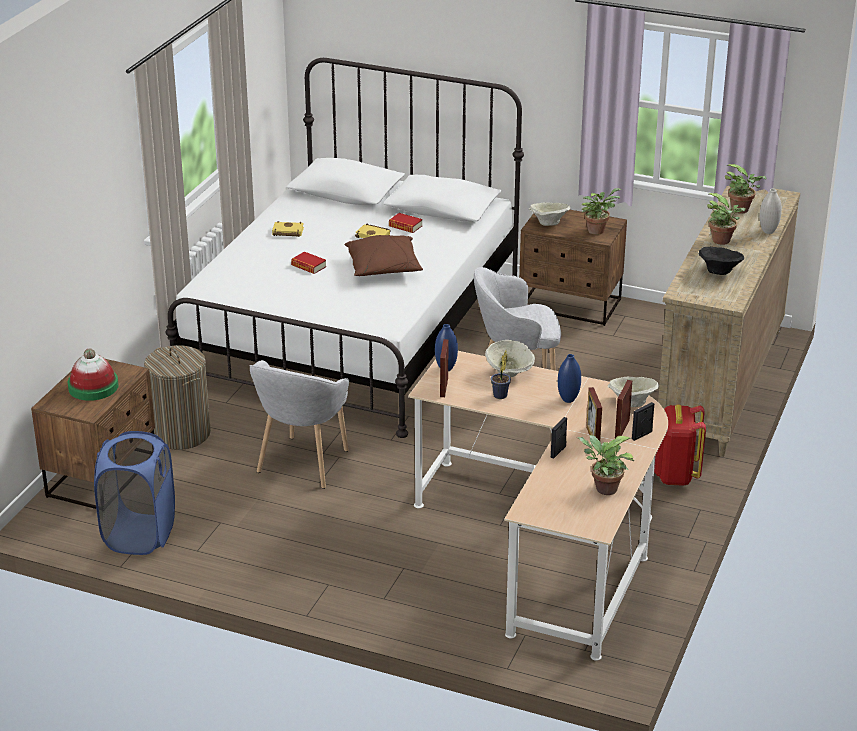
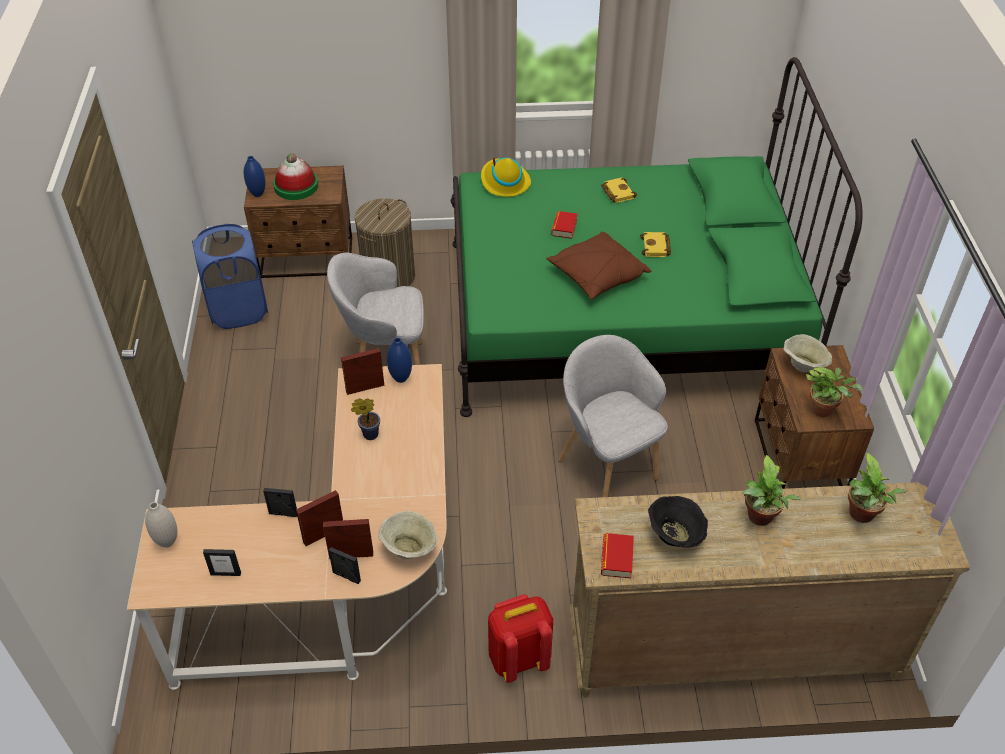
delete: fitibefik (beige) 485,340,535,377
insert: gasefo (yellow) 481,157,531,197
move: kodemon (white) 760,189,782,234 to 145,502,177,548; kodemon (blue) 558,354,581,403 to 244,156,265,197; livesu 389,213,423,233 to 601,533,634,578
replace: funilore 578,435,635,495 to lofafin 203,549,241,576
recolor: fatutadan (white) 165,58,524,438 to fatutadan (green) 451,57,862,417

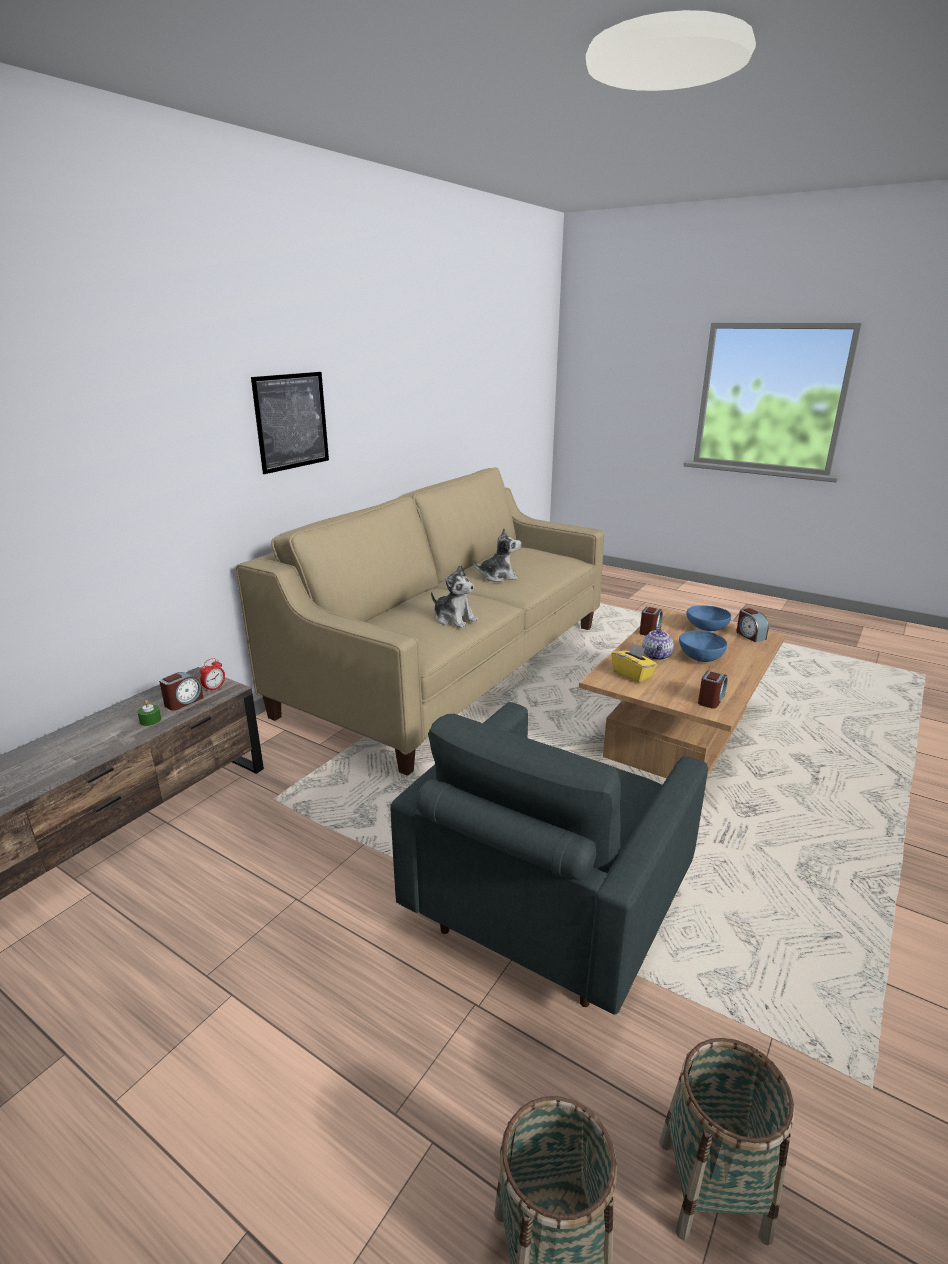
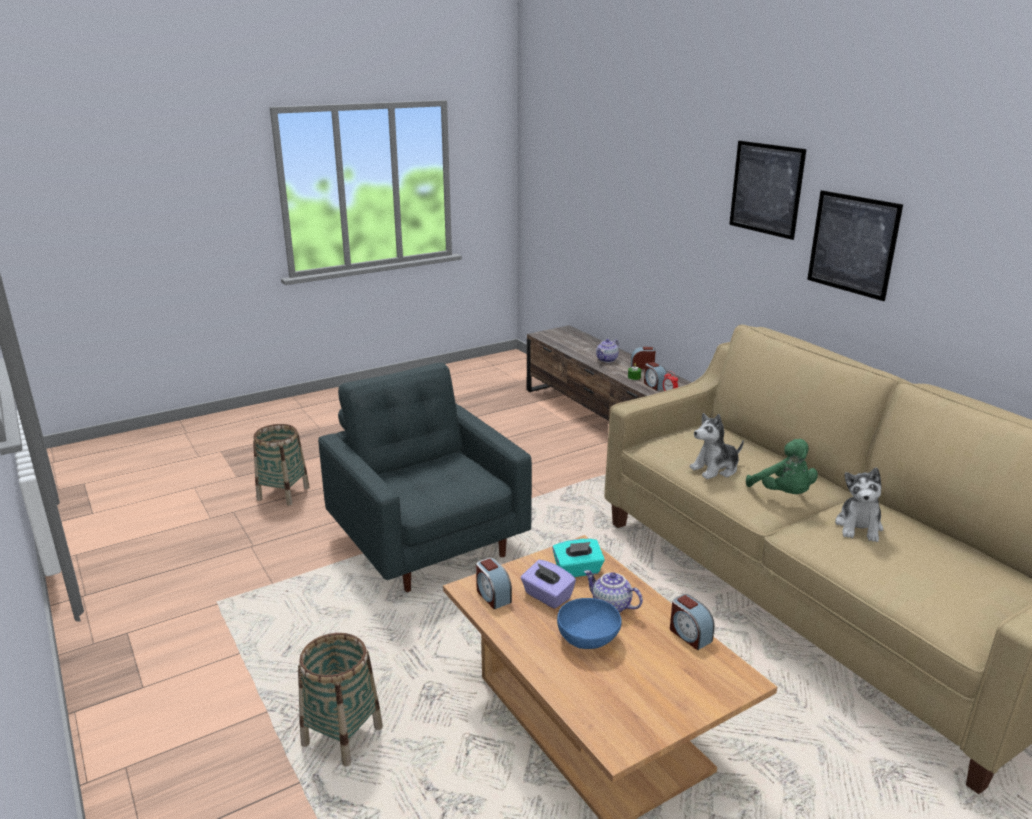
delete: fitibefik (blue) 686,605,731,631
insert: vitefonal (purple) 521,560,576,609; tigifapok 596,339,619,363; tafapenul 729,141,806,240; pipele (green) 746,439,818,494
move: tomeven 659,1038,794,1246 to 298,633,383,766; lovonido 736,608,769,642 to 631,347,656,369
recolor: vitefonal (yellow) 611,643,657,683 to vitefonal (turquoise) 552,539,605,577

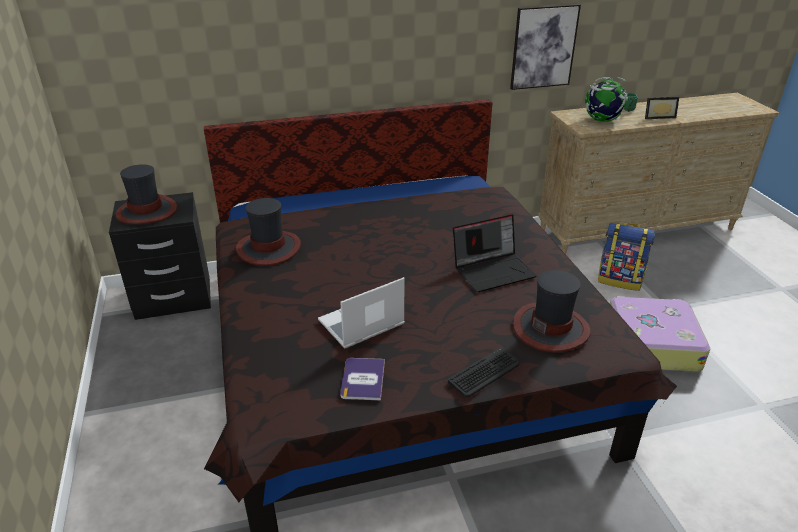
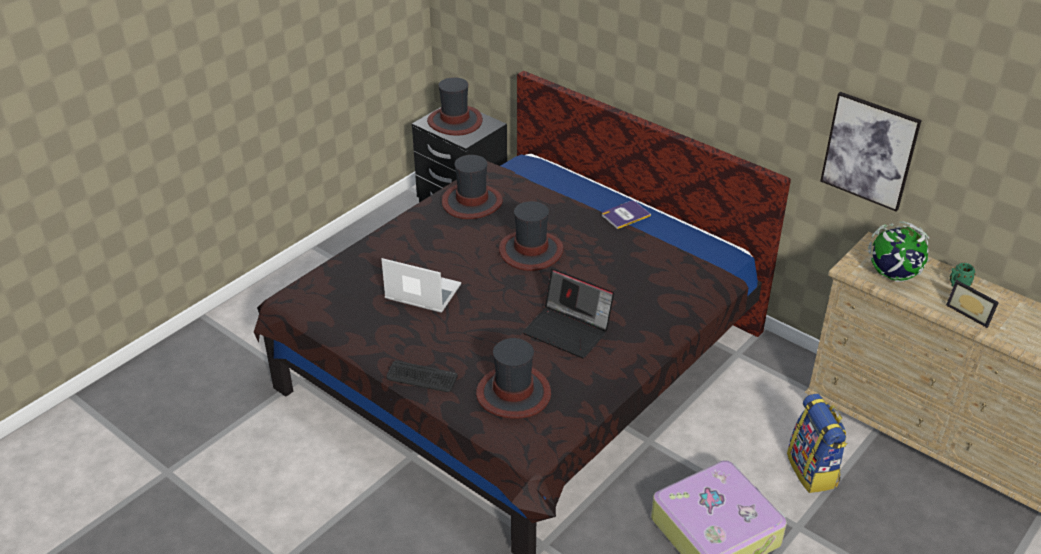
insert: gasefo 499,201,564,271
move: livesu 340,358,385,401 to 602,201,651,229

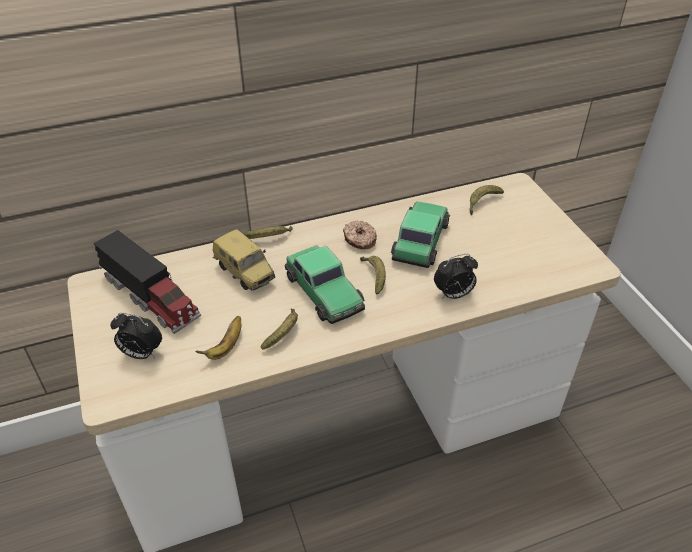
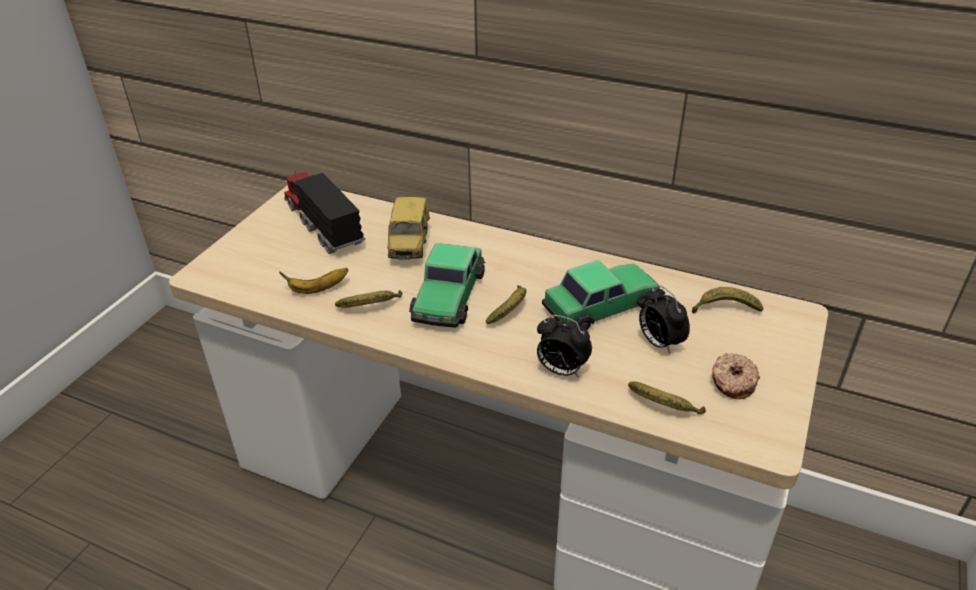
move: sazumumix 243,225,293,239 to 628,382,706,414; lovonido 110,313,162,359 to 639,285,690,354; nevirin 343,221,377,249 to 712,353,760,399
rotate: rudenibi 93,230,201,334 = 284,170,365,254 150 degrees clockwise

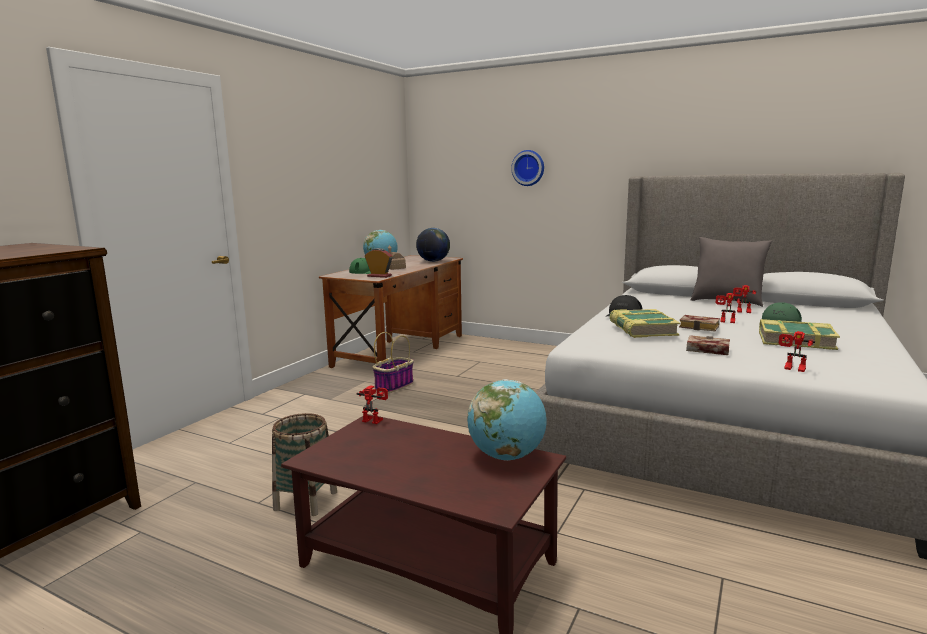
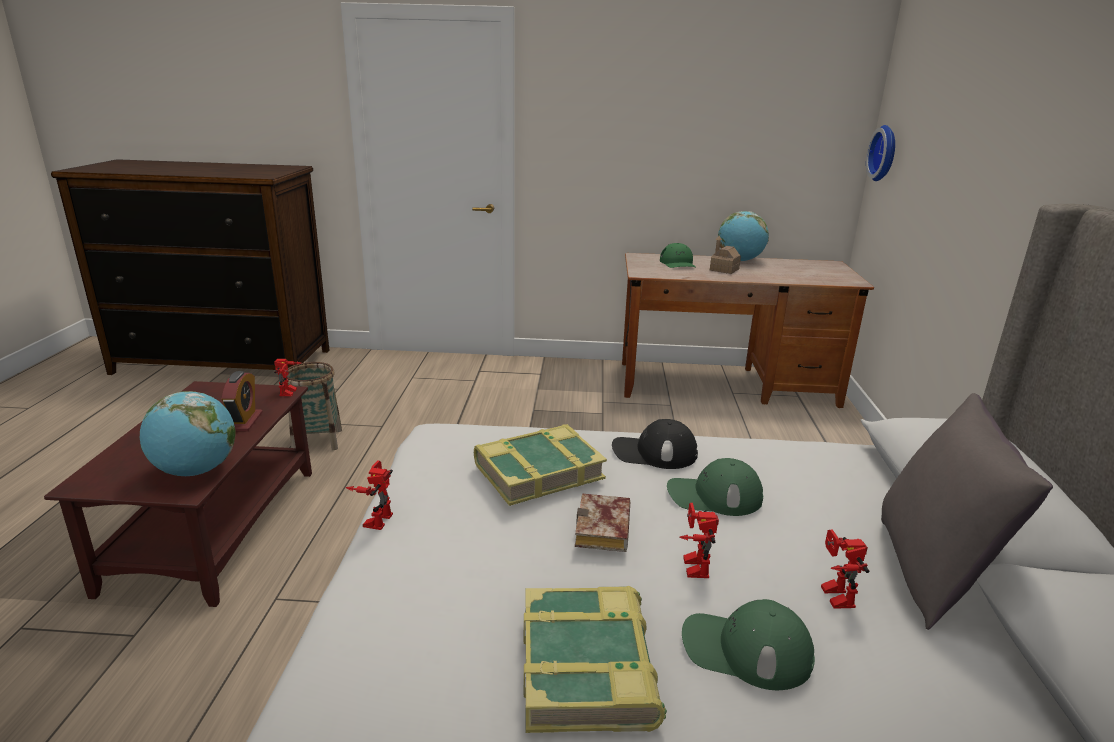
delete: tomeven 373,332,414,393; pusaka 416,228,450,262; livesu 686,335,730,355
insert: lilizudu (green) 667,458,763,516
move: lovonido 365,248,392,278 to 221,371,263,431; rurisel 778,331,815,372 to 346,461,393,530; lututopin 511,150,544,186 to 866,125,895,181

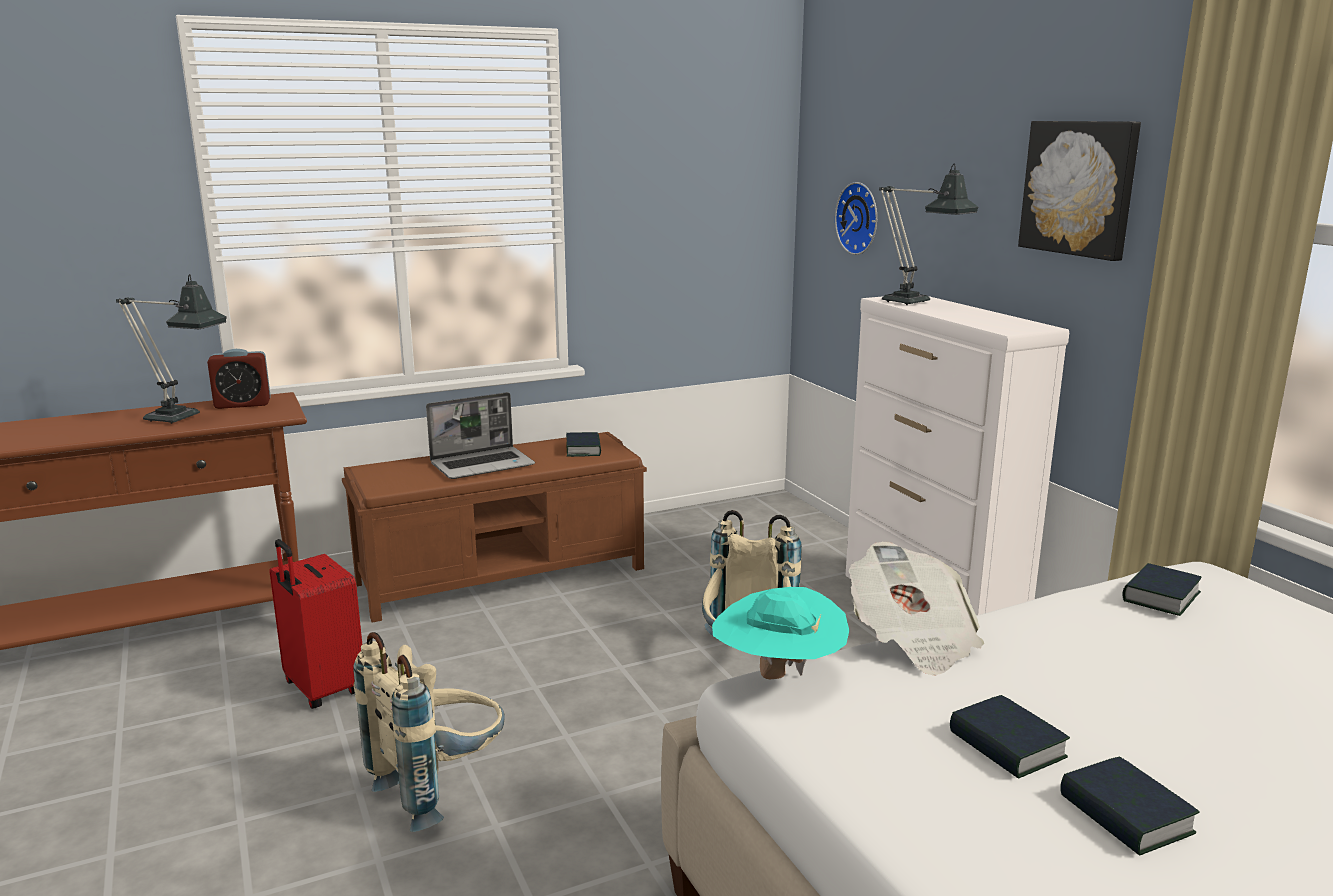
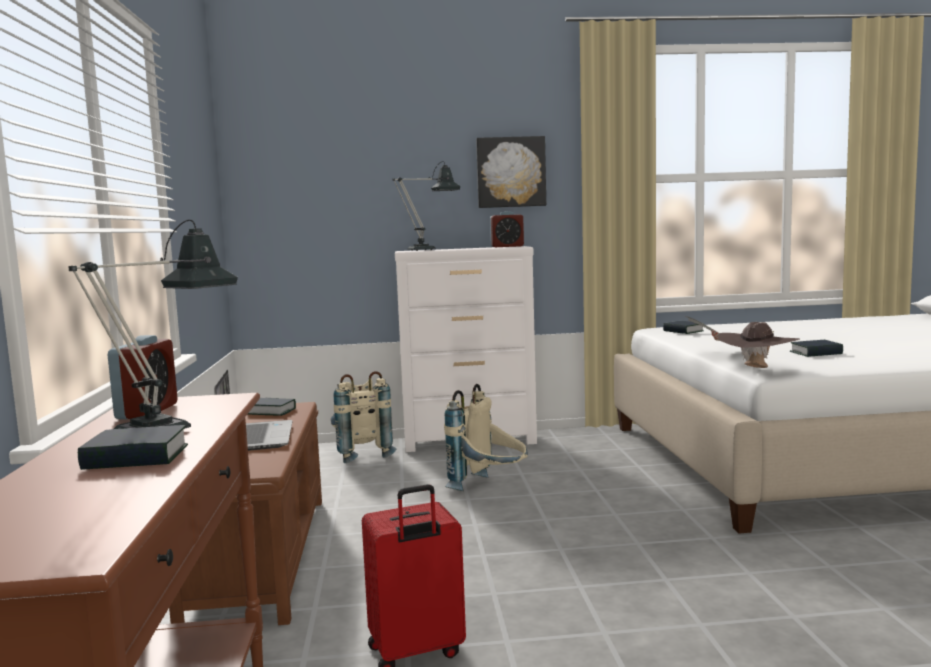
delete: lututopin 835,182,877,255
insert: lovonido 490,211,524,247
move: livesu 1060,756,1200,856 to 78,425,188,470; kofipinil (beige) 353,632,505,832 to 331,371,396,463
recolor: gasefo (turquoise) 712,587,849,679 to gasefo (brown) 718,322,800,368

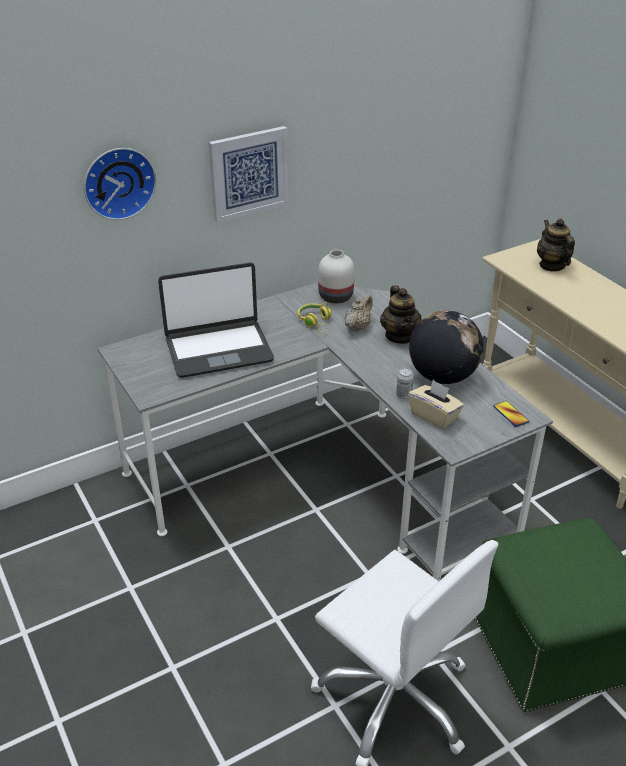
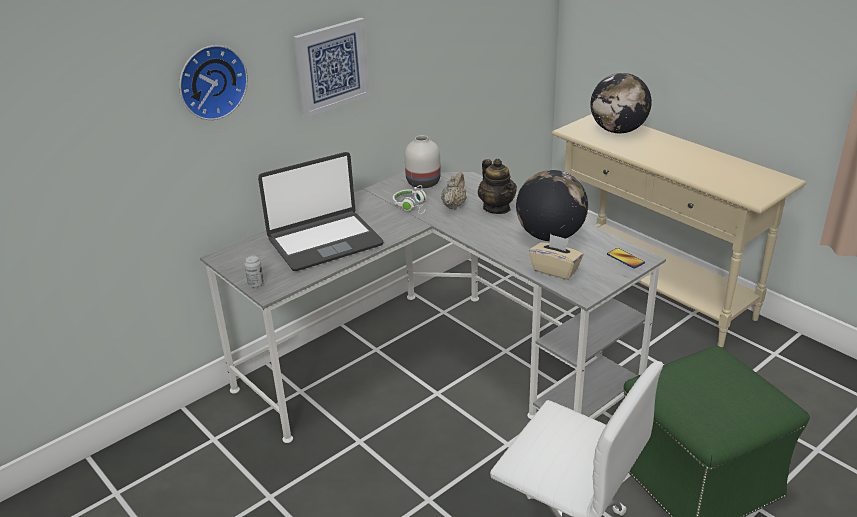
move: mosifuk 396,368,414,399 to 244,256,264,288
replace: tigifapok 537,218,575,271 to pusaka 591,73,652,133
recolor: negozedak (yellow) 298,302,332,333 to negozedak (white) 393,185,427,214

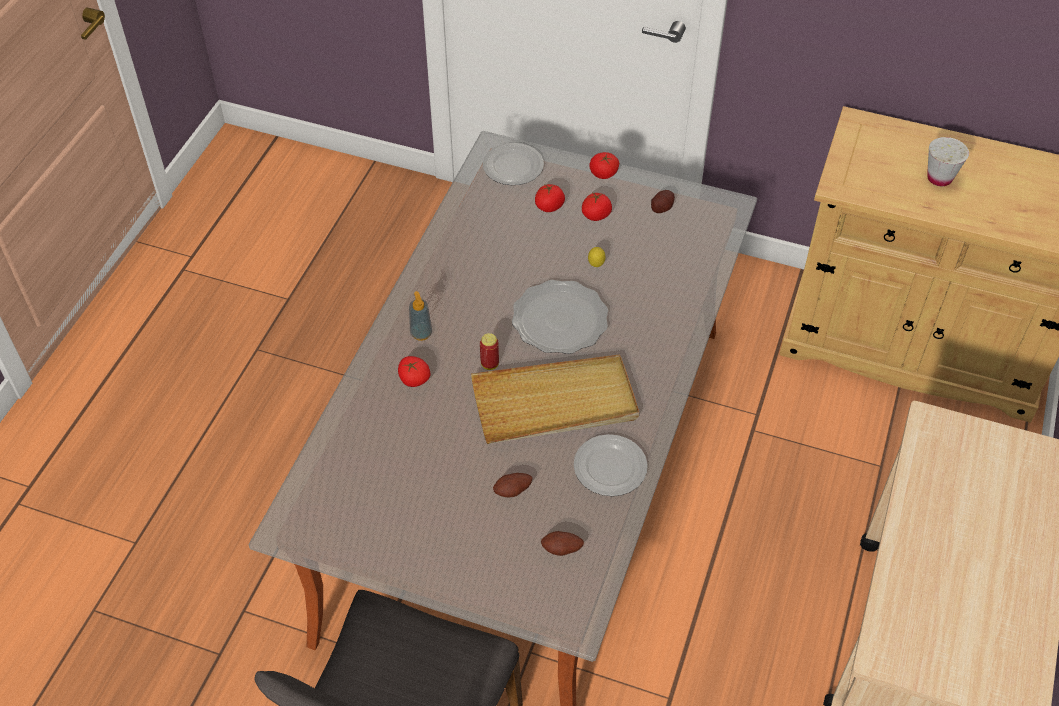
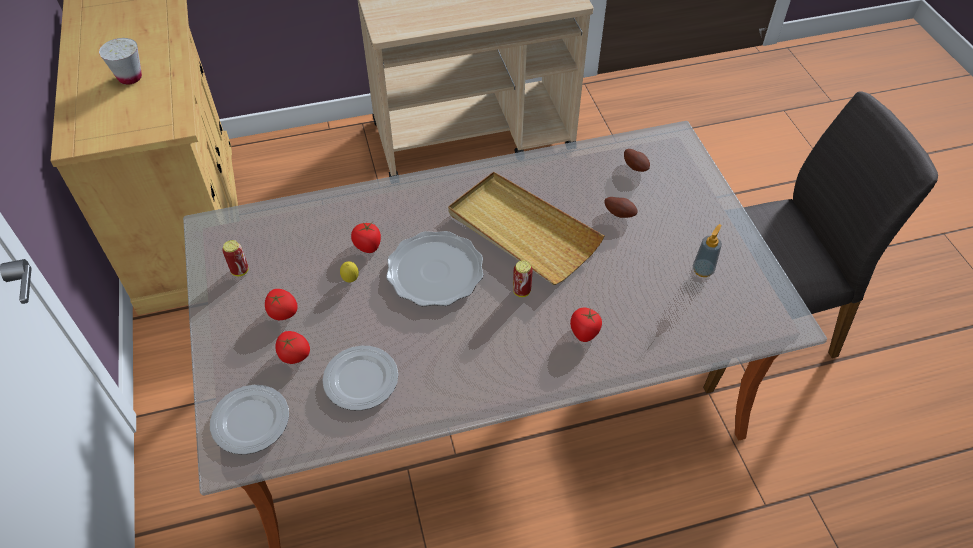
move: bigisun 574,434,648,496 to 322,346,398,411; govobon 589,152,619,179 to 351,222,381,253; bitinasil 409,291,432,341 to 693,224,722,277
replace: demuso 651,190,675,213 to mosifuk 222,240,249,276

